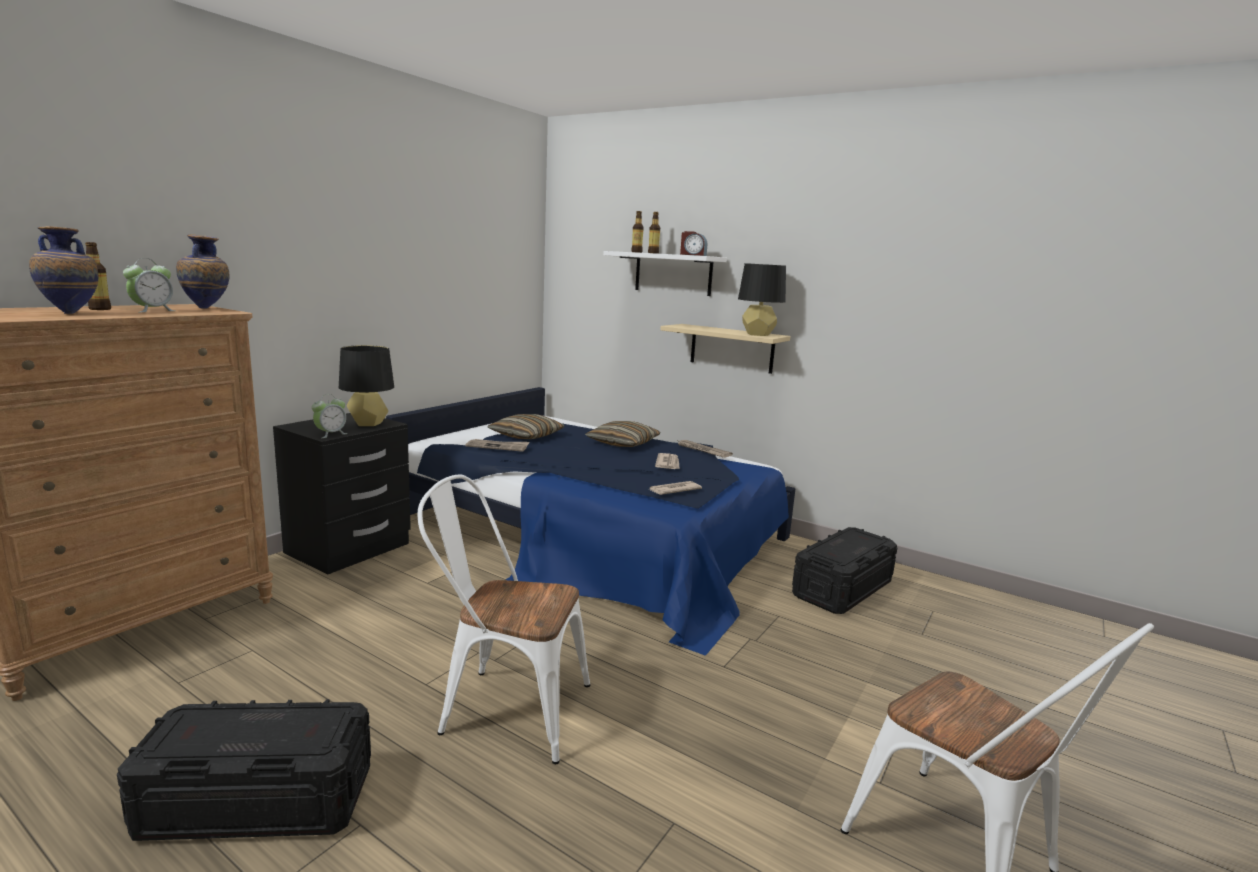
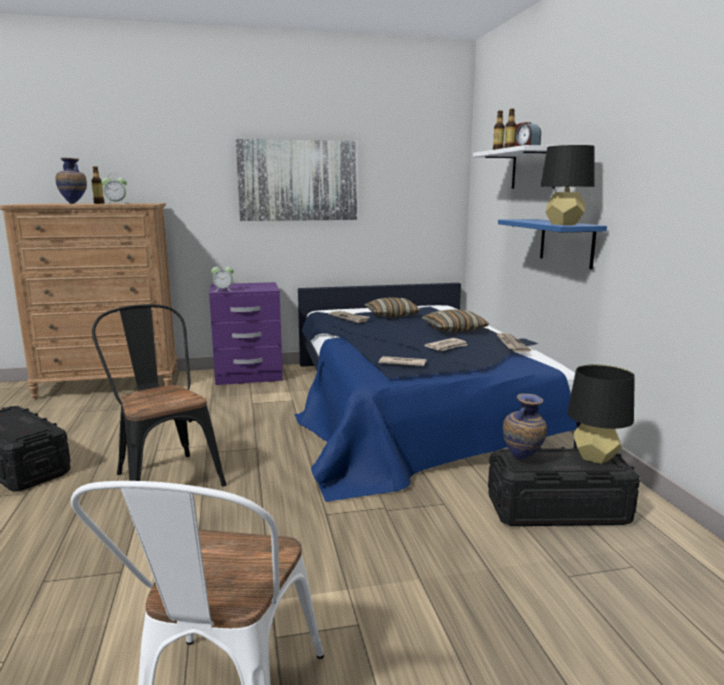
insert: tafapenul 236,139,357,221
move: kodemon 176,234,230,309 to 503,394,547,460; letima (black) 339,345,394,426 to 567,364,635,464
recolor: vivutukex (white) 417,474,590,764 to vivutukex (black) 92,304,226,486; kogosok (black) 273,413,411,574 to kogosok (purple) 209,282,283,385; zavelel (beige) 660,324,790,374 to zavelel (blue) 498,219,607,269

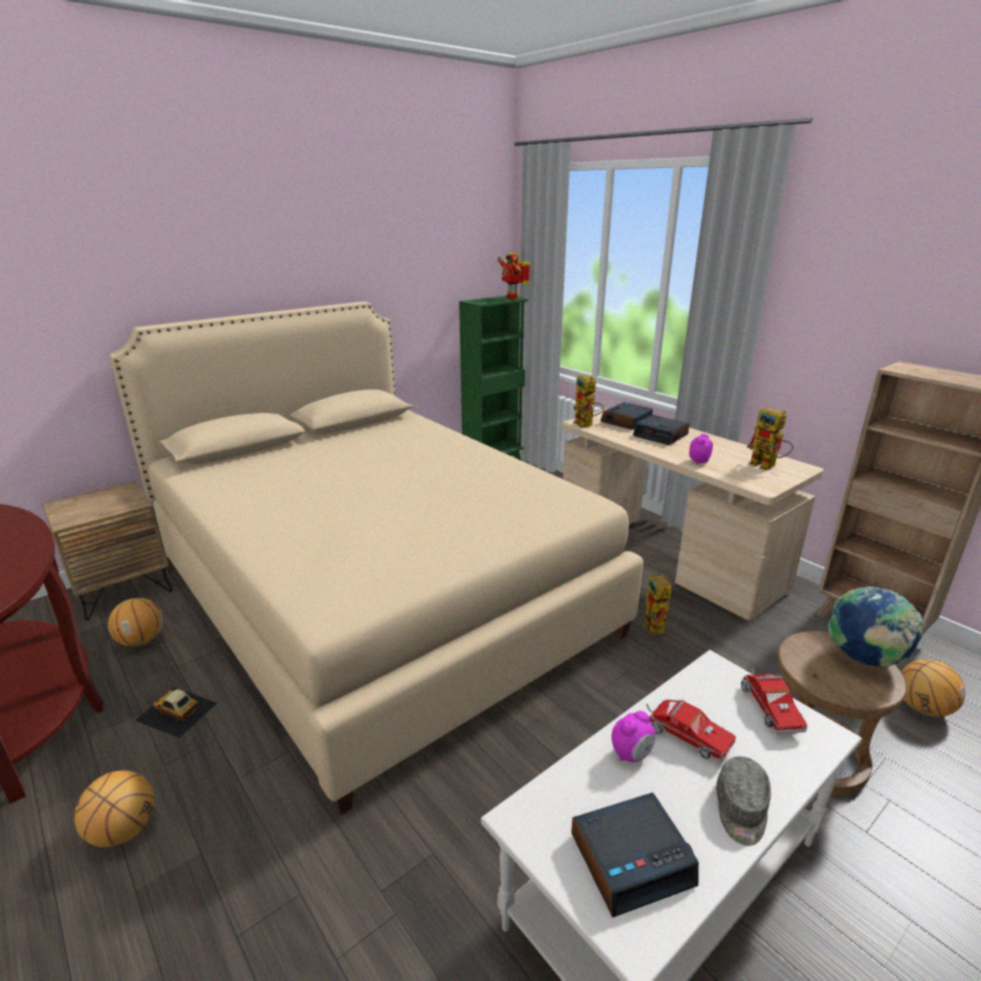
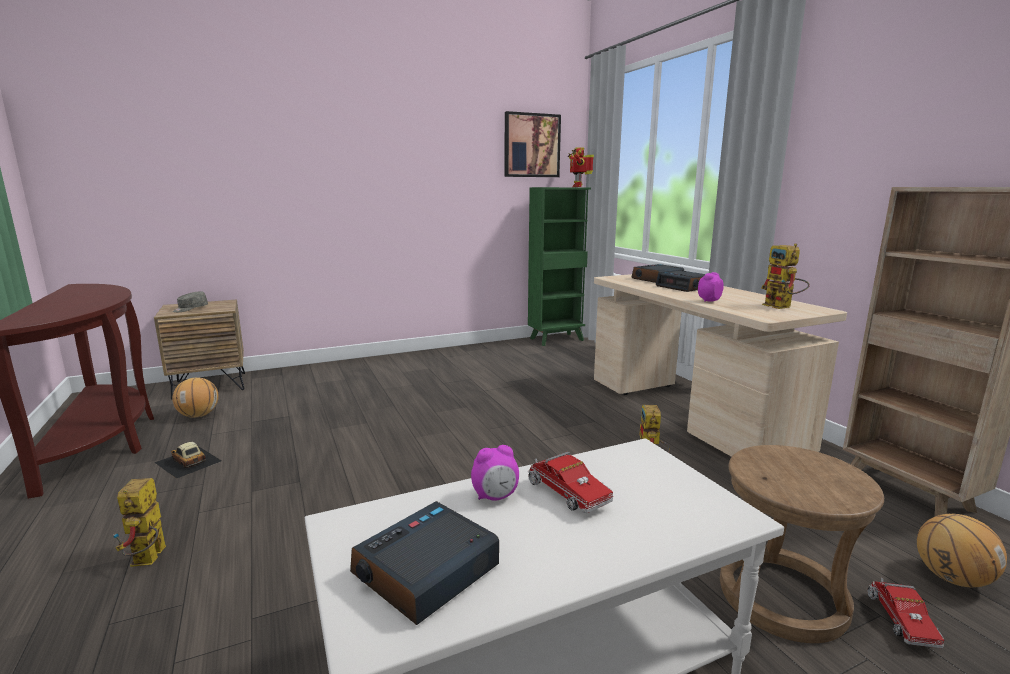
delete: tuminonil 74,771,155,847; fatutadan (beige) 109,301,643,815; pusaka 828,586,924,667
insert: tafapenul 505,111,561,177
move: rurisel 573,375,604,428 to 113,478,166,567; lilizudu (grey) 716,756,771,846 to 173,291,208,312; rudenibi 741,669,807,734 to 868,578,944,648
rotate: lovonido 571,792,699,918 = 350,501,499,625 135 degrees clockwise

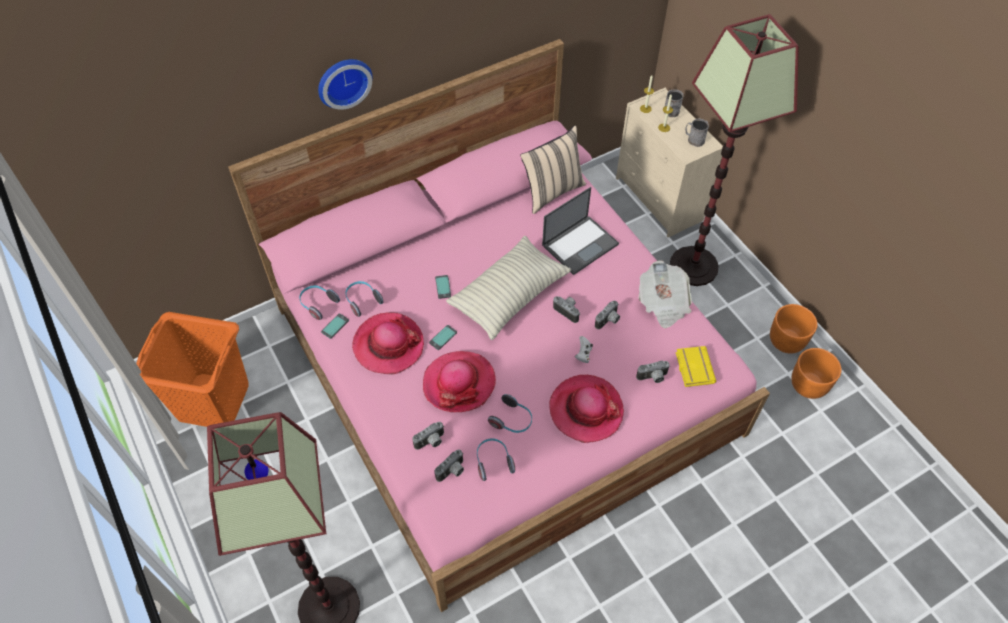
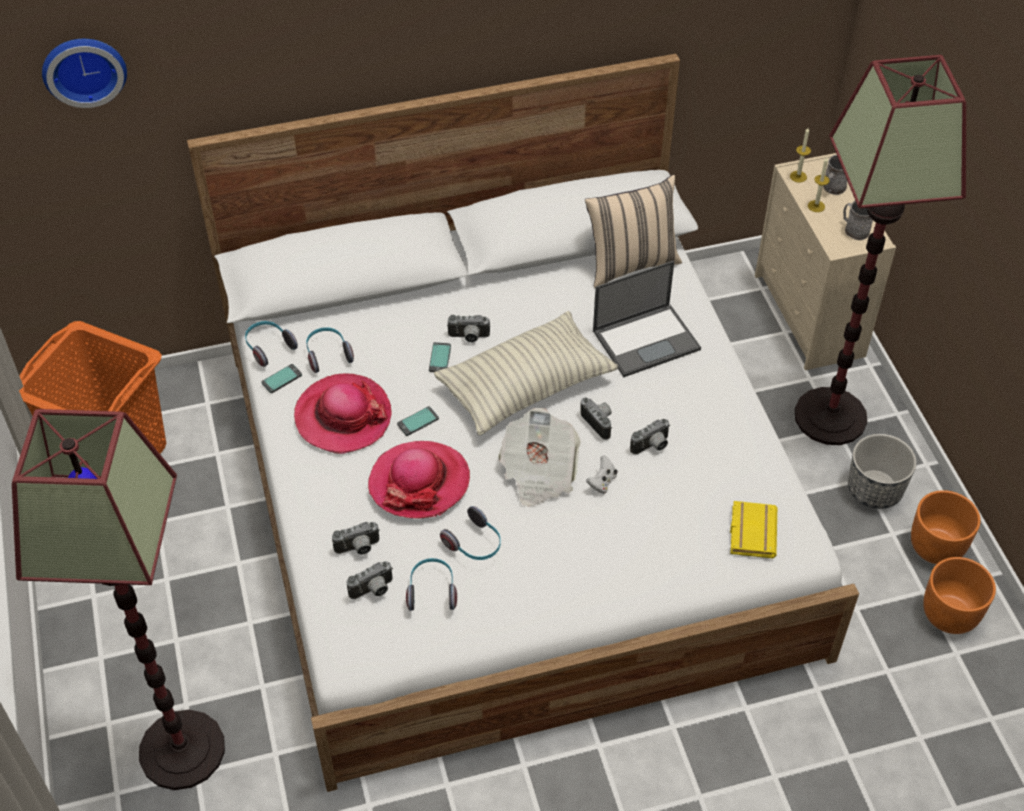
delete: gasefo 549,375,624,443
insert: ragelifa 848,434,917,509
move: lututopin 318,59,373,110 to 42,39,127,108; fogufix 636,361,670,383 to 447,315,490,343; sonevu 638,260,692,329 to 498,408,581,507
recolor: fatutadan (pink) 228,39,770,612 to fatutadan (white) 187,54,859,792

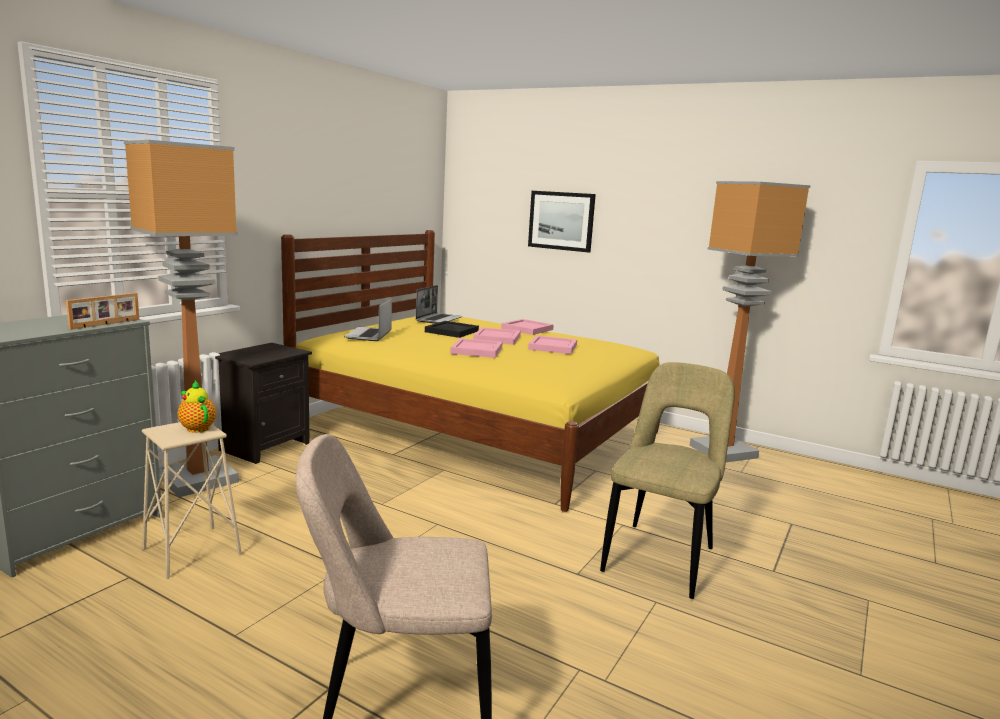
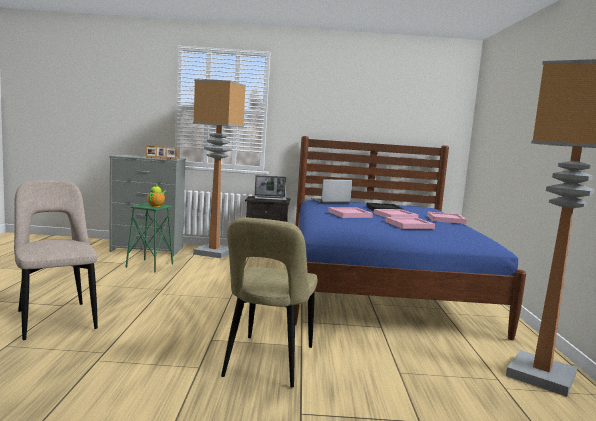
delete: tafapenul 528,191,596,253
move: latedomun 416,285,462,324 to 254,175,287,201
recolor: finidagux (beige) 142,422,242,579 to finidagux (green) 126,203,173,273; fatutadan (yellow) 281,230,660,512 to fatutadan (blue) 295,136,526,340
rotate: vivutukex (beige) 600,362,735,599 = 221,217,318,388 105 degrees clockwise

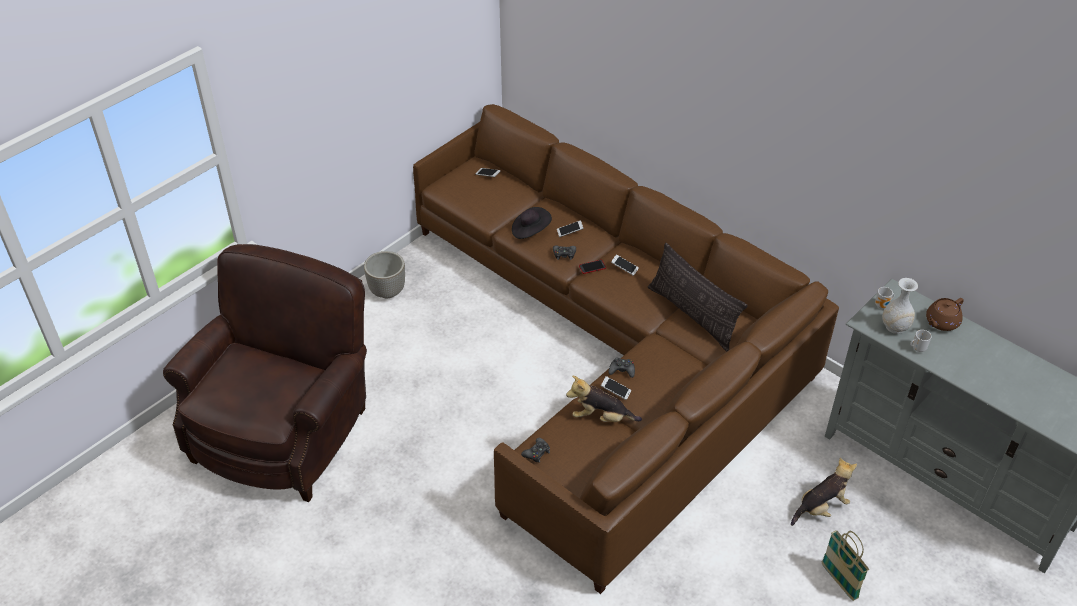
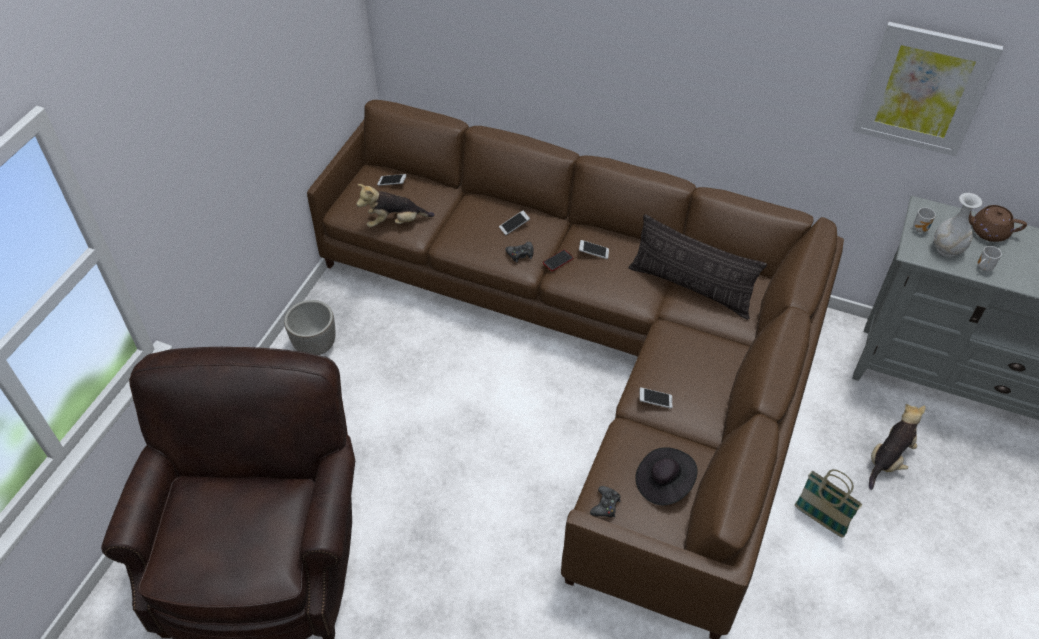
delete: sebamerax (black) 608,357,635,378
insert: tafapenul 853,22,1003,156
move: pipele 566,376,642,422 to 356,184,435,227; gasefo (black) 512,207,552,239 to 635,447,698,505; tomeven 822,530,869,601 to 794,469,862,538
rotate: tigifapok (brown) 926,298,964,331 = 969,205,1027,242 75 degrees clockwise

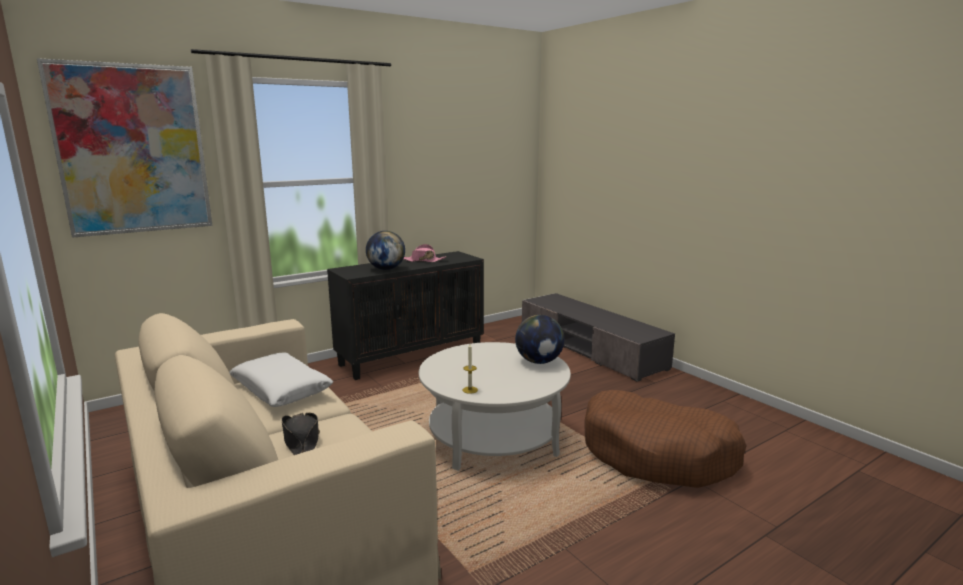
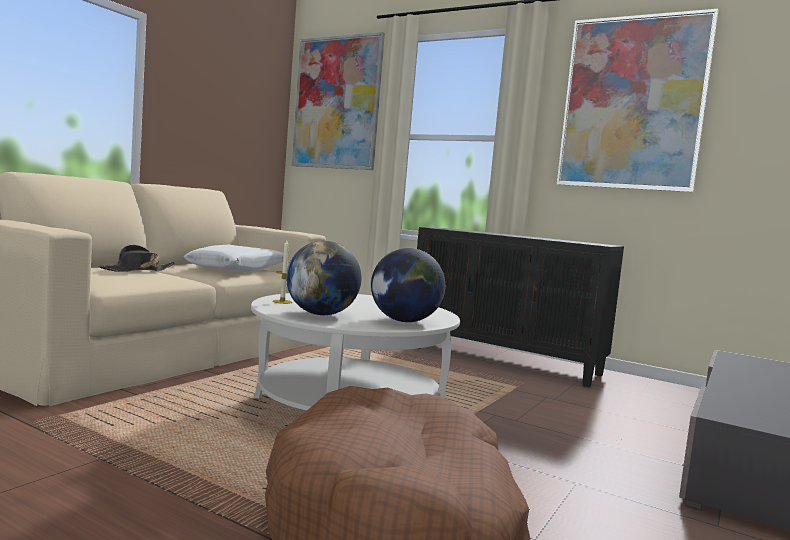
delete: gasefo (pink) 404,244,447,262
insert: tafapenul 557,9,718,192
move: pusaka 366,231,405,270 to 286,241,361,315

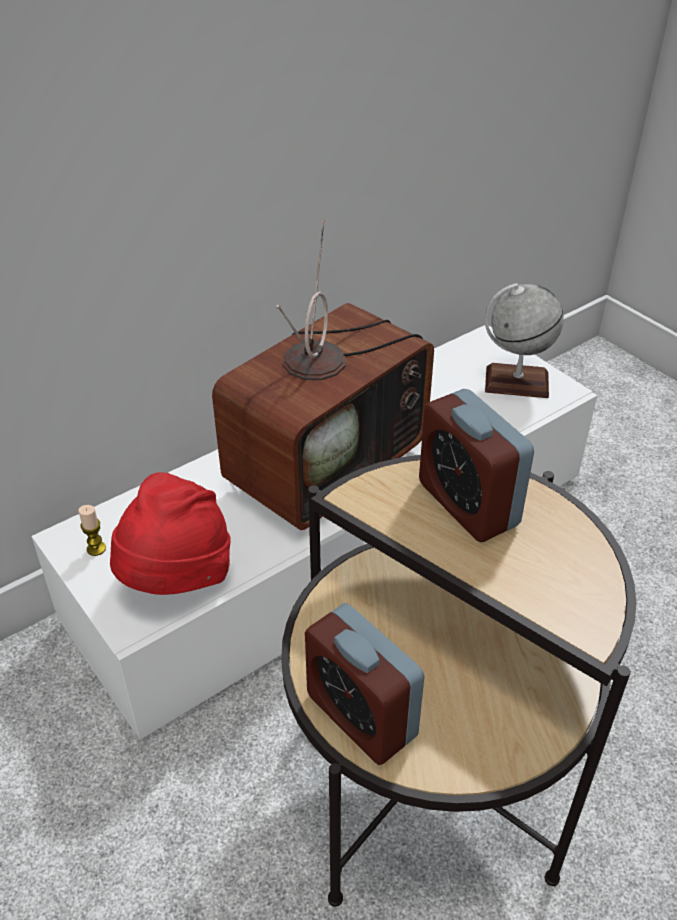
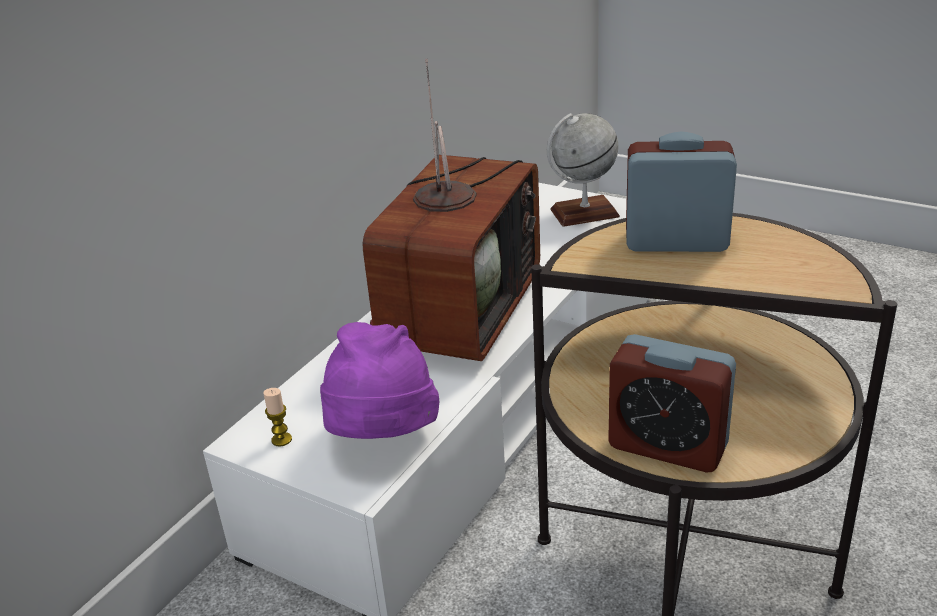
recolor: gasefo (red) 110,472,231,595 to gasefo (purple) 320,322,440,439
rotate: lovonido 419,389,534,542 = 626,132,737,252 150 degrees clockwise

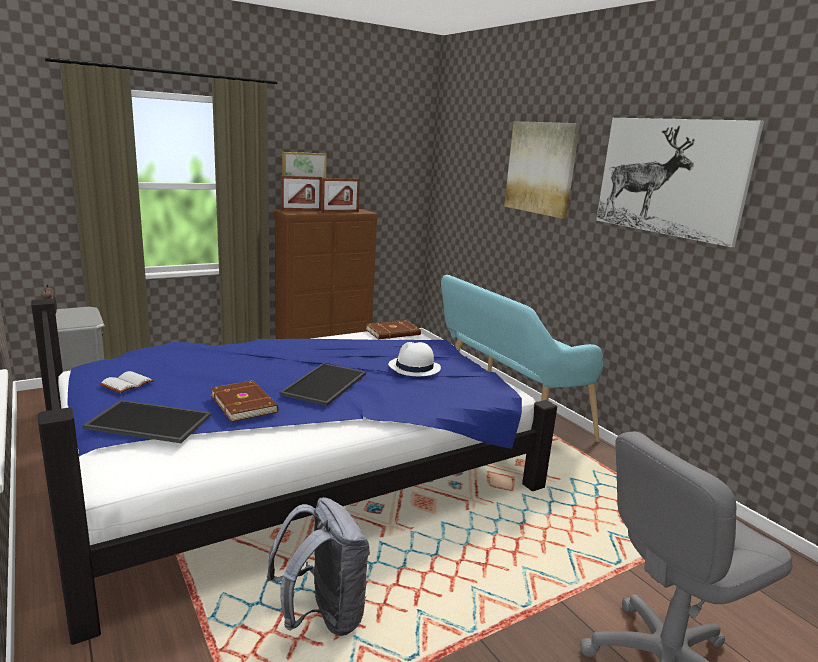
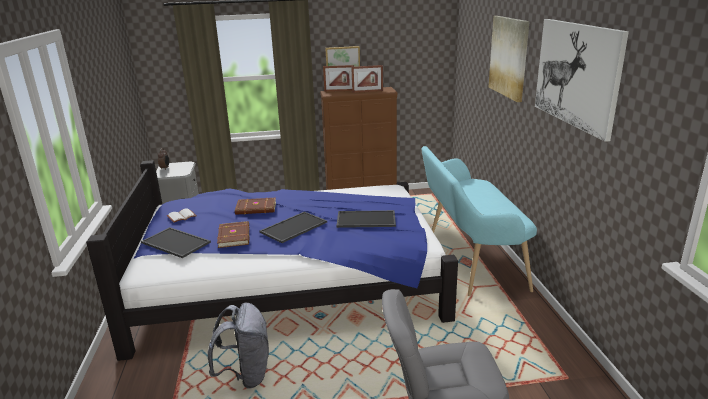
move: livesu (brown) 365,320,421,339 to 235,197,276,215
replace: gasefo (white) 388,342,441,376 to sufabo 336,210,396,228

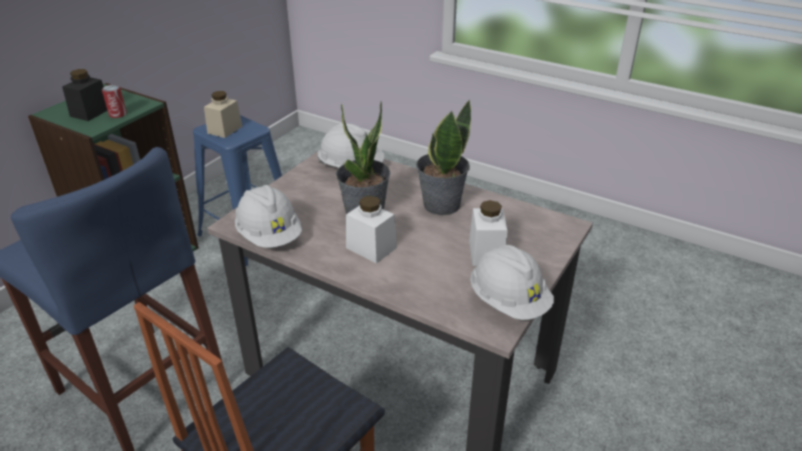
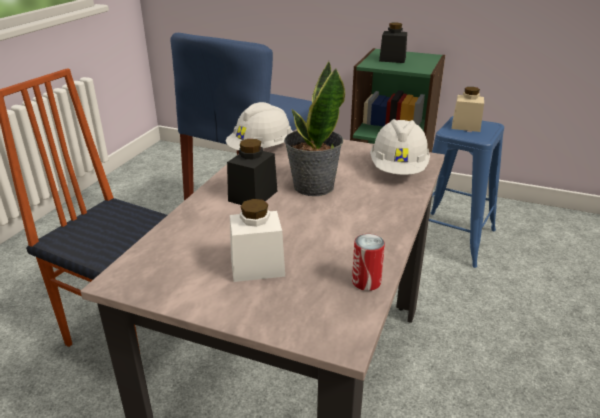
delete: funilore 416,100,471,216; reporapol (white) 470,245,554,320
move: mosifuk 102,85,127,118 to 352,234,385,291
recolor: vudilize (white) 346,196,397,264 to vudilize (black) 227,139,277,205

